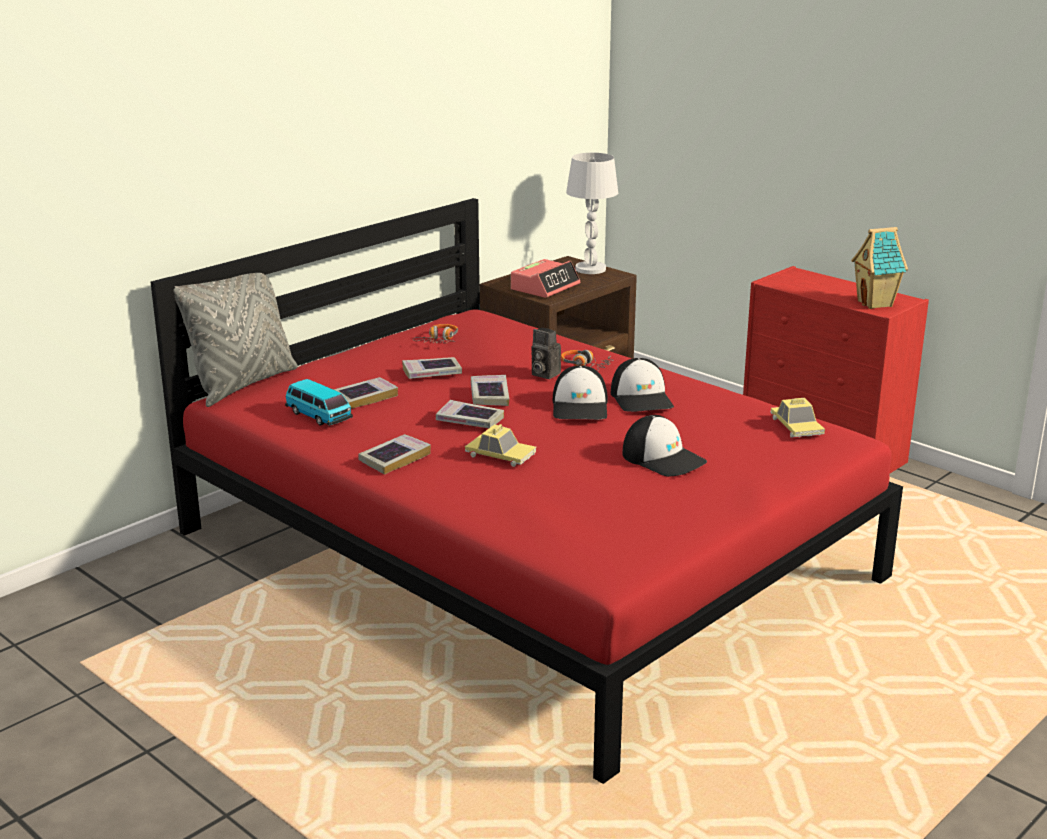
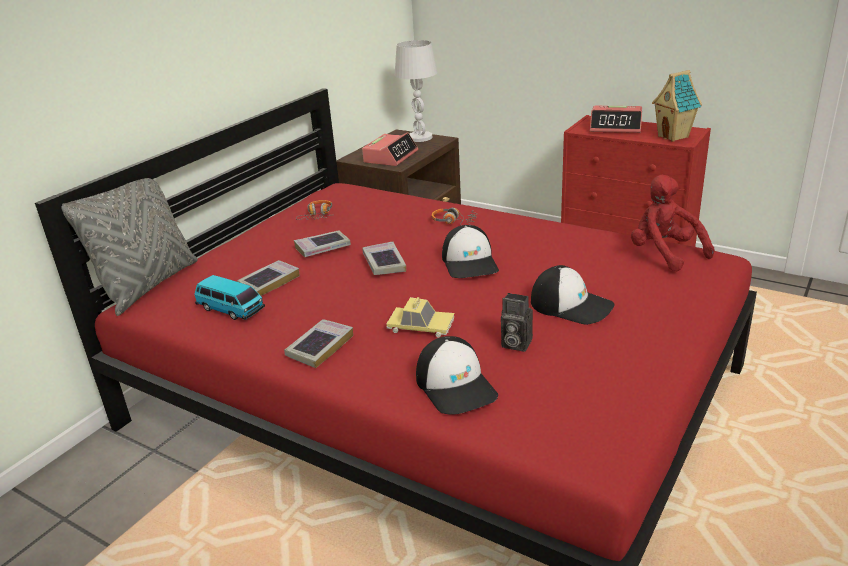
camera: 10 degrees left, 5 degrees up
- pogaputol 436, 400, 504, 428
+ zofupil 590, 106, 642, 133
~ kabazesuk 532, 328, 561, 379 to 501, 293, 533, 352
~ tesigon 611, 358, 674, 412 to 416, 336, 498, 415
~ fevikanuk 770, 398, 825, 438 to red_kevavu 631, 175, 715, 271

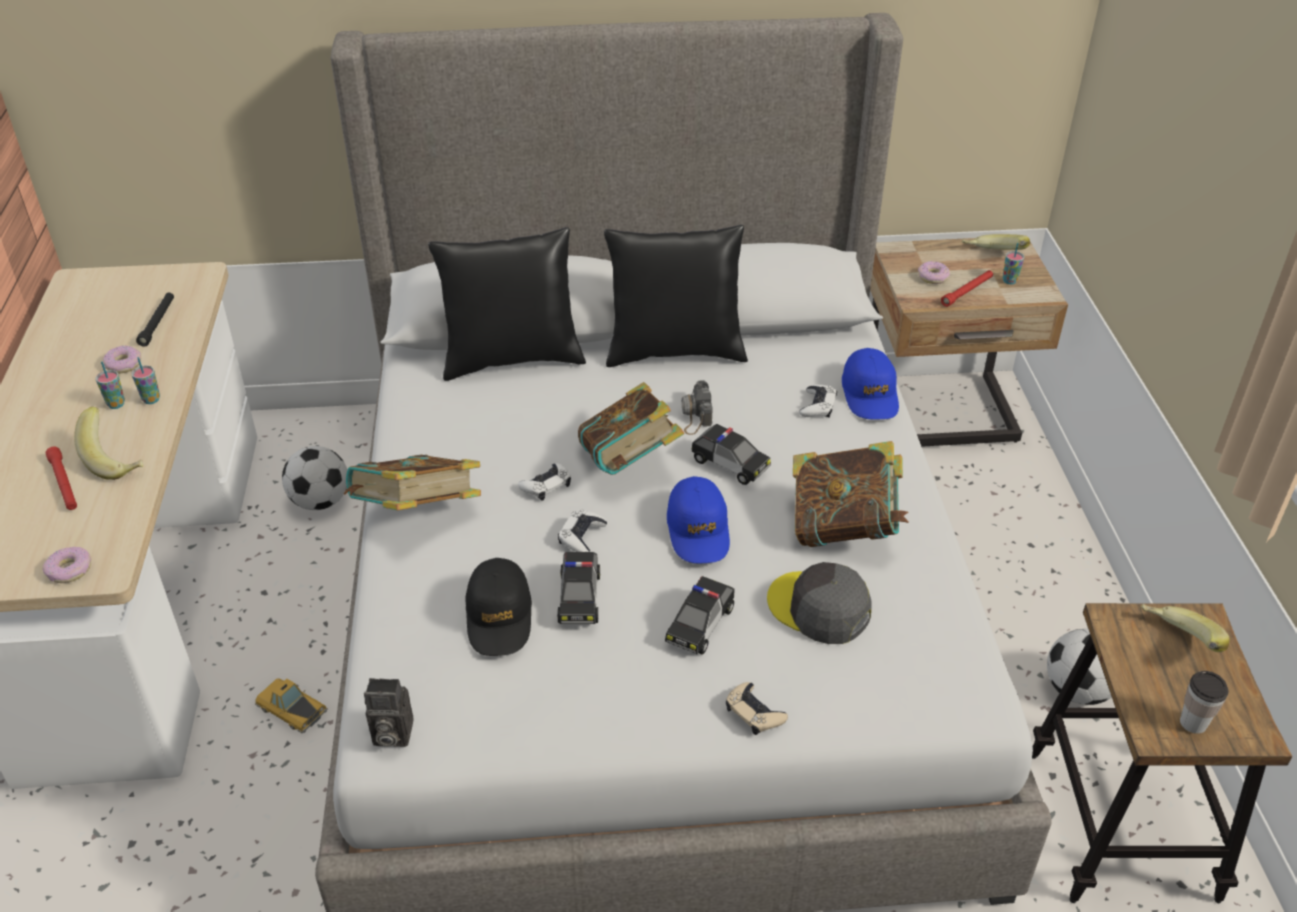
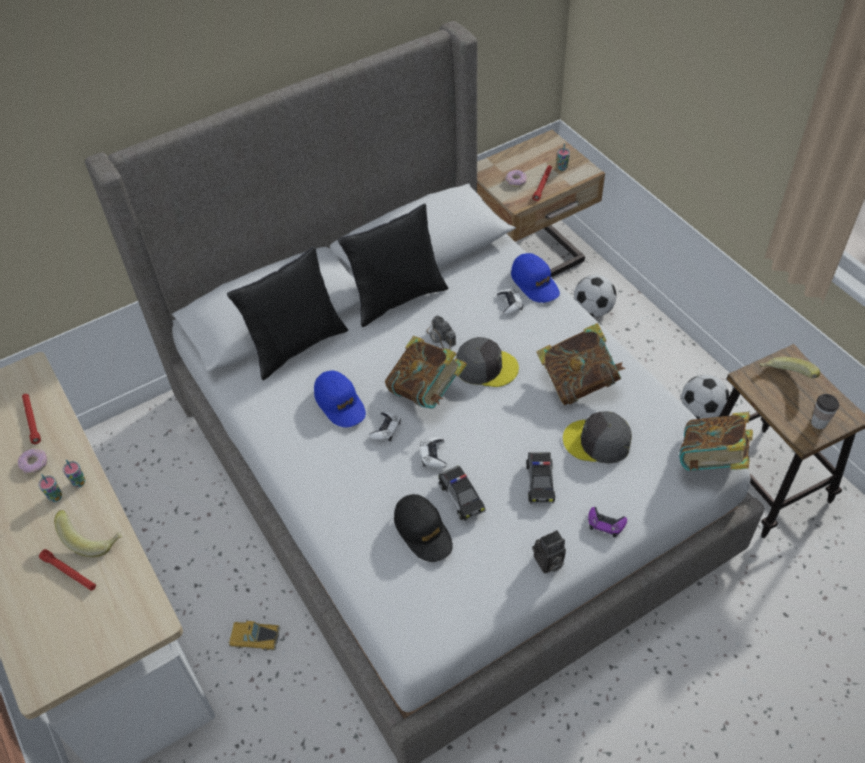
camera: 25 degrees left, 10 degrees up
- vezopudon 43, 547, 91, 583
- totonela 962, 234, 1030, 250
~ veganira 282, 446, 347, 510 to 574, 275, 616, 317
~ pogaputol 344, 455, 481, 510 to 679, 412, 753, 471
~ kabazesuk 364, 678, 414, 747 to 532, 530, 566, 574
~ blue_tesigon 667, 476, 730, 563 to 314, 371, 366, 427
~ fevikanuk 691, 424, 771, 485 to grey_tesigon 456, 337, 519, 387
~ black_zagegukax 136, 292, 174, 347 to red_zagegukax 22, 394, 41, 444
~ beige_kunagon 726, 682, 788, 735 to purple_kunagon 588, 507, 627, 537

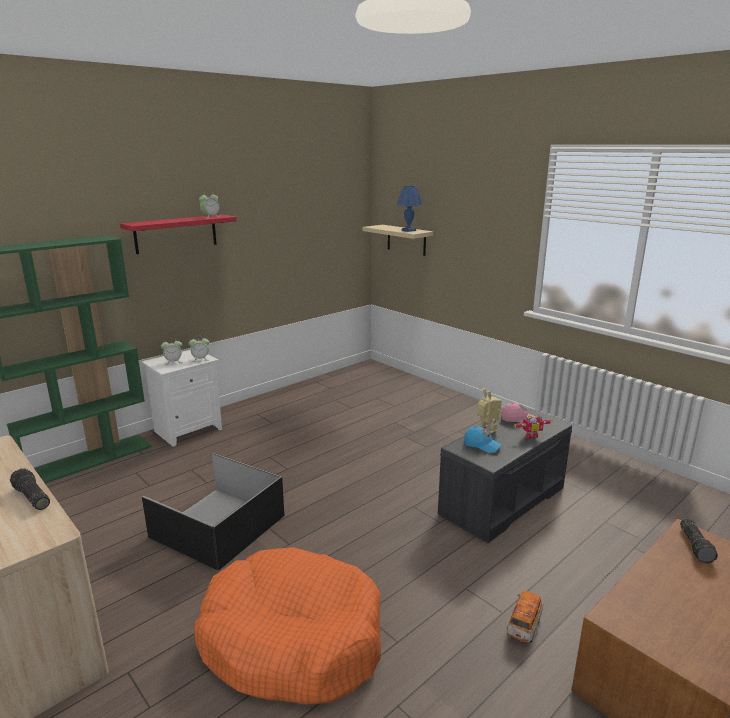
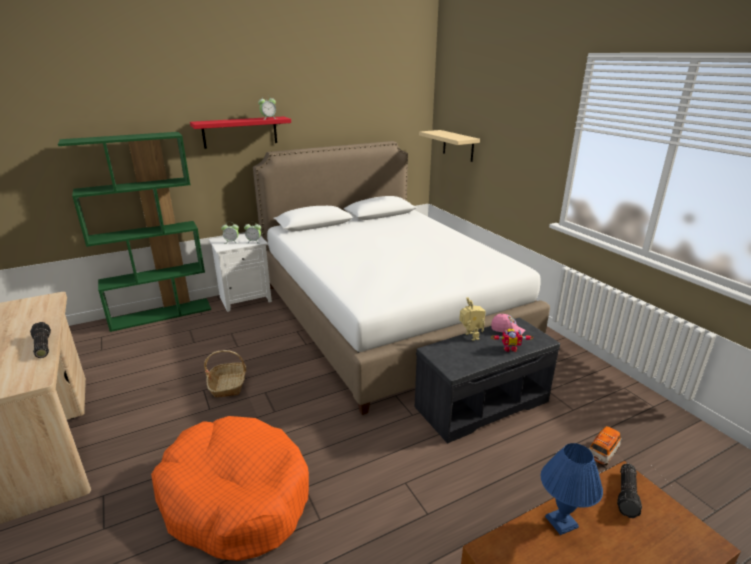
camera: 15 degrees right, 5 degrees up
- blue_tesigon 464, 426, 502, 453
+ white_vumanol 253, 141, 550, 415
~ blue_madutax 396, 186, 423, 232 to 541, 443, 603, 535
~ fevikanuk 506, 591, 544, 643 to 589, 426, 622, 465
~ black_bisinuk 142, 453, 285, 570 to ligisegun 204, 350, 246, 398

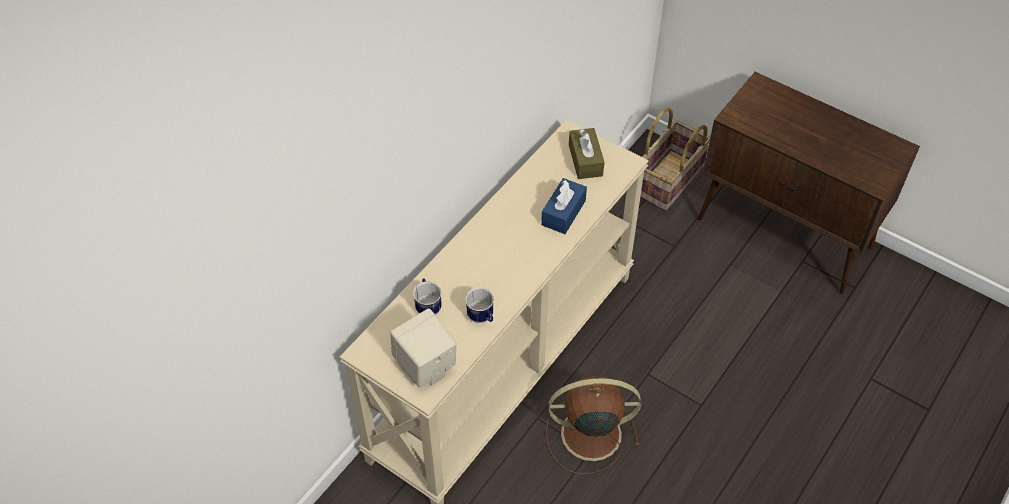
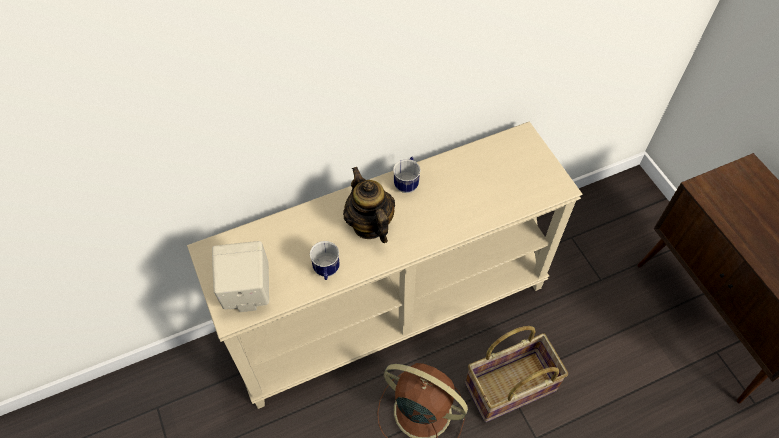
camera: 30 degrees right, 5 degrees up
- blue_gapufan 541, 178, 587, 234
- brown_gapufan 569, 128, 604, 179
+ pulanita 343, 167, 395, 243
~ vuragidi 413, 278, 442, 315 to 393, 157, 421, 193
~ ligisegun 640, 108, 710, 211 to 465, 326, 568, 422

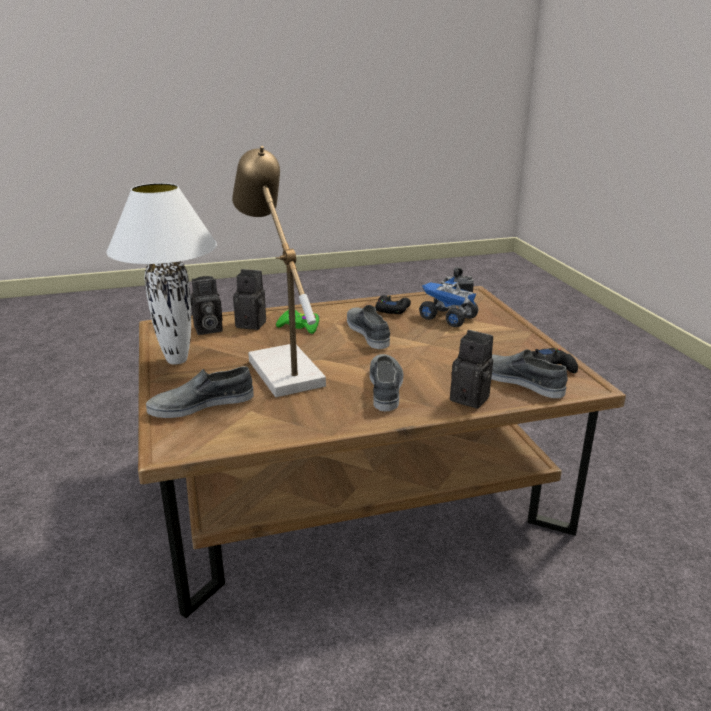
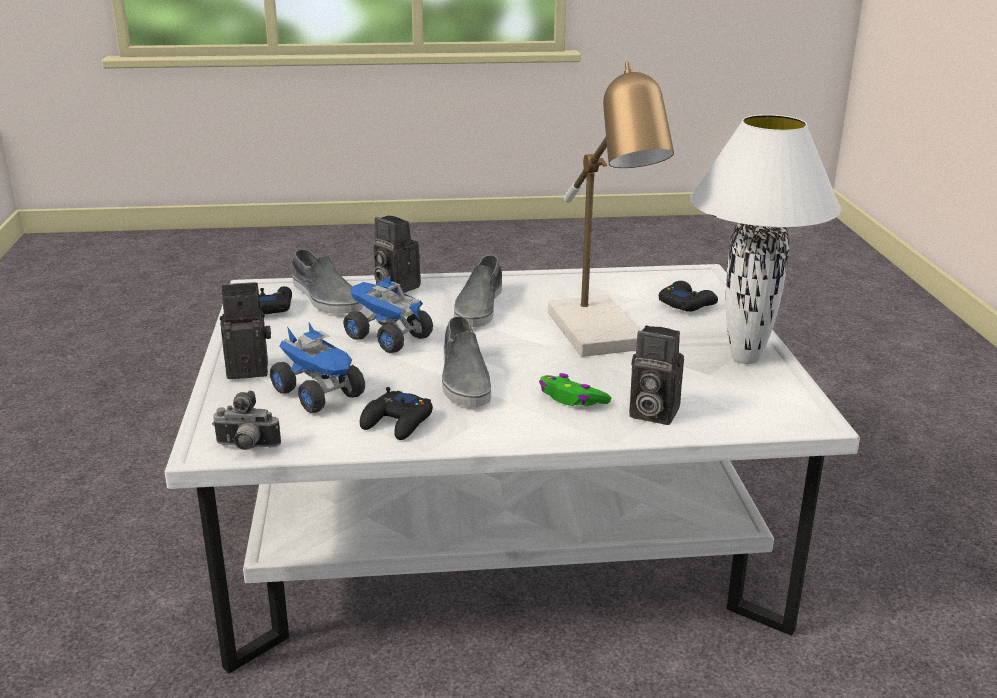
camera: 170 degrees left, 0 degrees up
+ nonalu 343, 275, 433, 353
~ kabazesuk 190, 276, 223, 335 to 220, 282, 271, 379
~ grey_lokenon 146, 366, 254, 418 to black_kunagon 659, 281, 718, 312
~ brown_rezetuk 138, 286, 626, 618 to white_rezetuk 165, 264, 860, 674

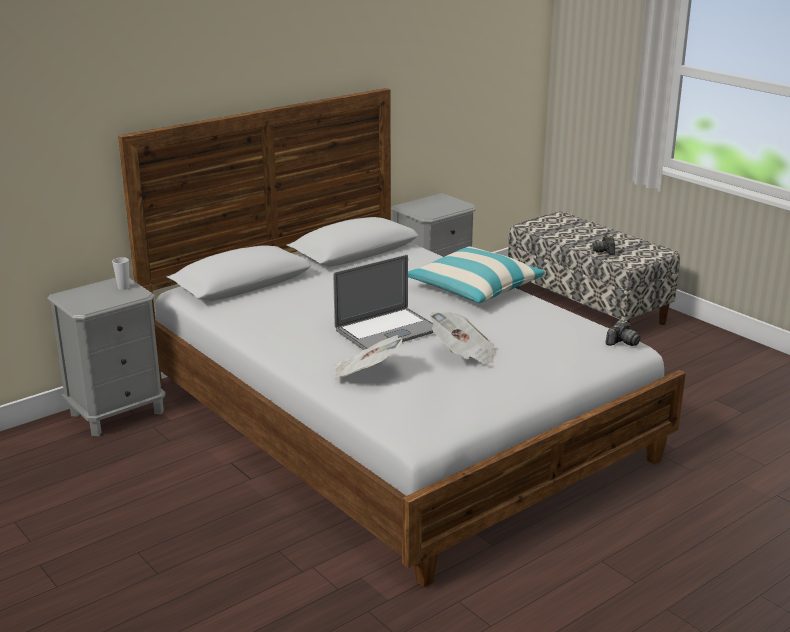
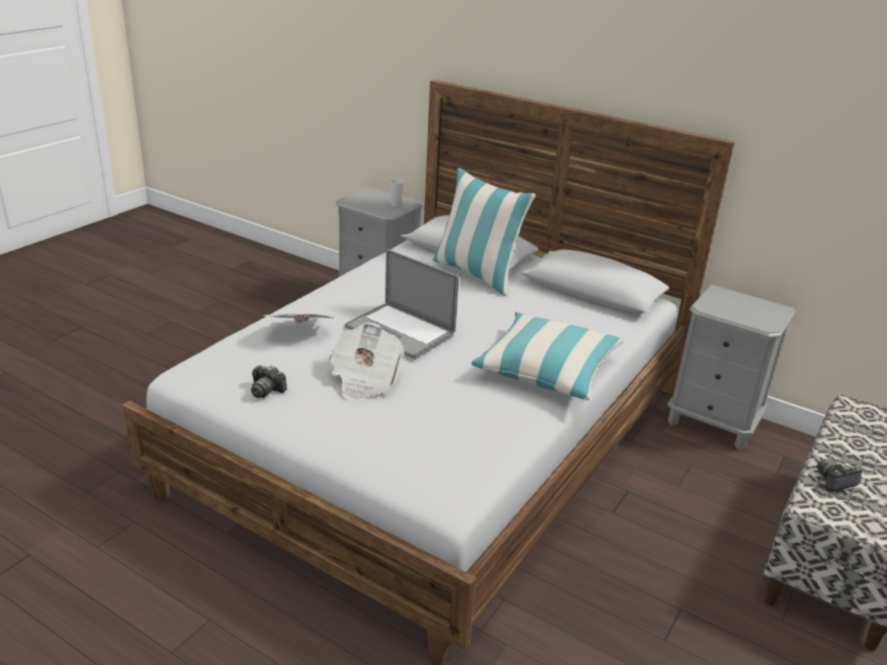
camera: 70 degrees right, 5 degrees up
+ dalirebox 433, 168, 536, 296
~ kabazesuk 606, 320, 641, 346 to 251, 365, 287, 398

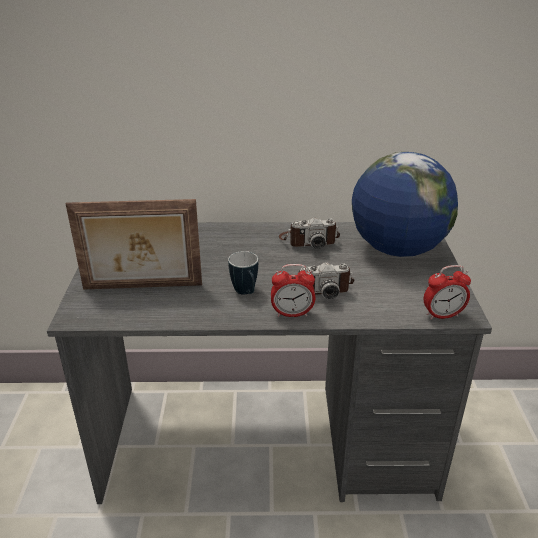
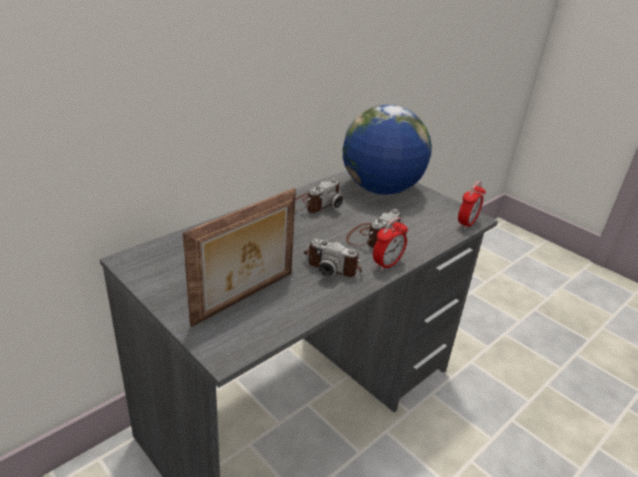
camera: 45 degrees left, 0 degrees up
~ vuragidi 228, 251, 258, 295 to kabazesuk 303, 238, 362, 277

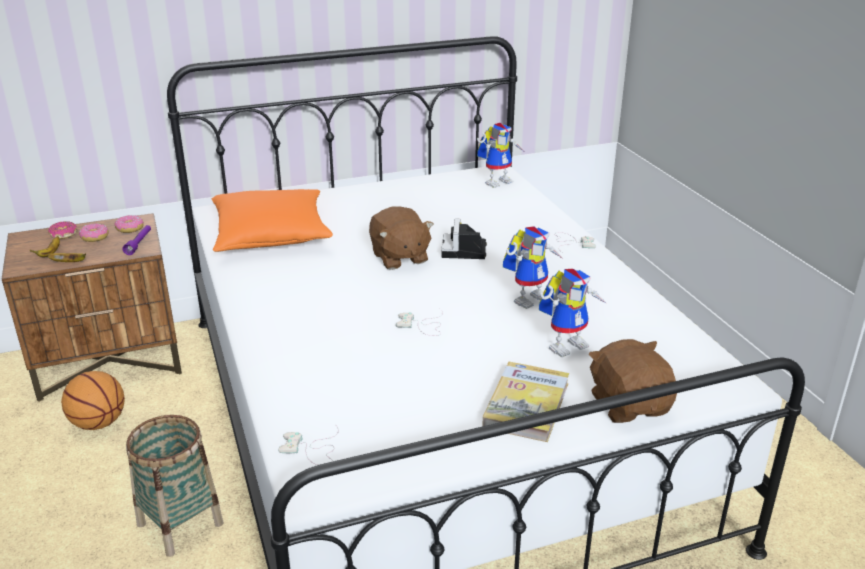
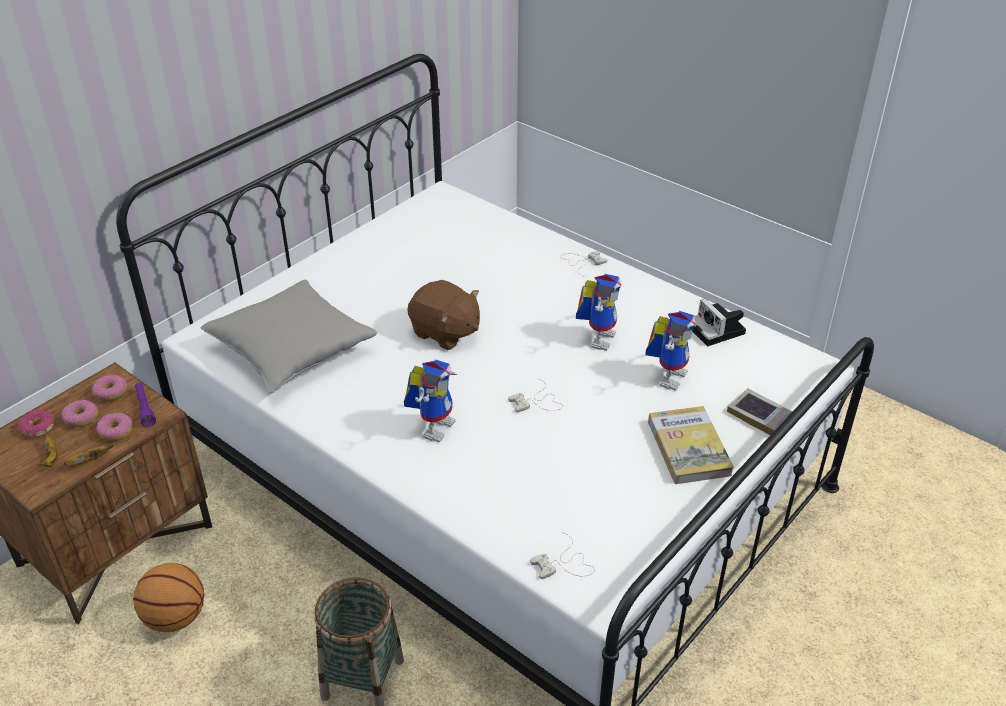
camera: 30 degrees left, 10 degrees up
+ vezopudon 96, 413, 133, 441
~ kabazesuk 441, 219, 487, 259 to 692, 299, 746, 346
~ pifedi 477, 123, 525, 188 to 404, 359, 458, 443
~ brown_kevavu 589, 339, 677, 423 to pogaputol 727, 388, 792, 435
~ orange_dalirebox 212, 189, 333, 252 to grey_dalirebox 201, 280, 377, 394

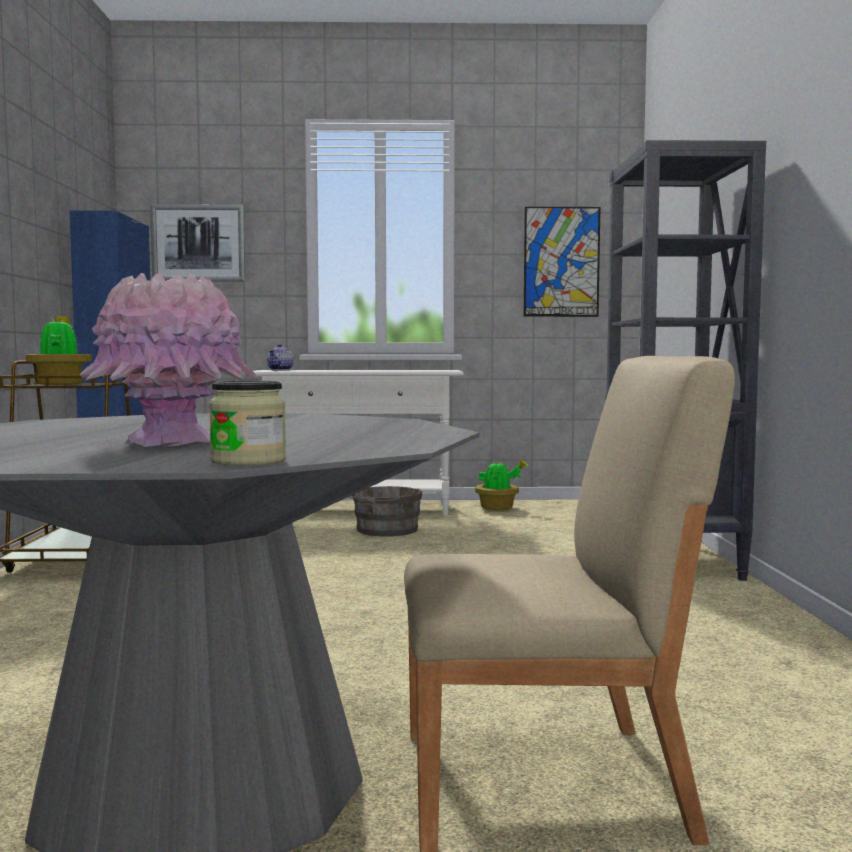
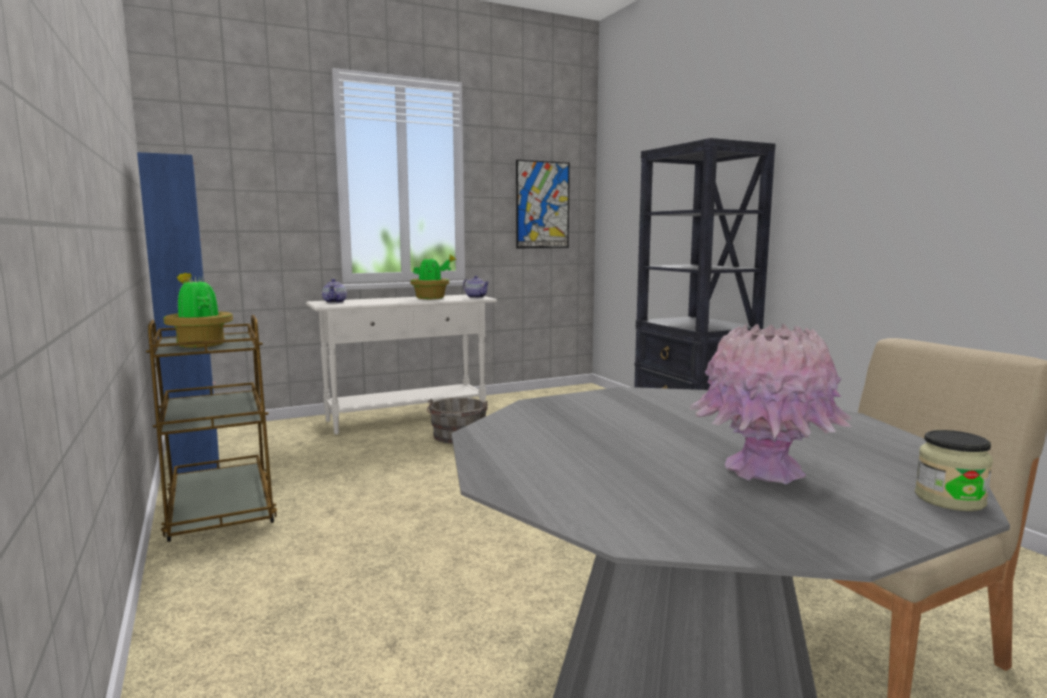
camera: 25 degrees left, 5 degrees up
- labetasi 150, 204, 245, 282
+ pulanita 463, 276, 489, 298
~ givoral 475, 459, 528, 510 to 410, 254, 457, 299

